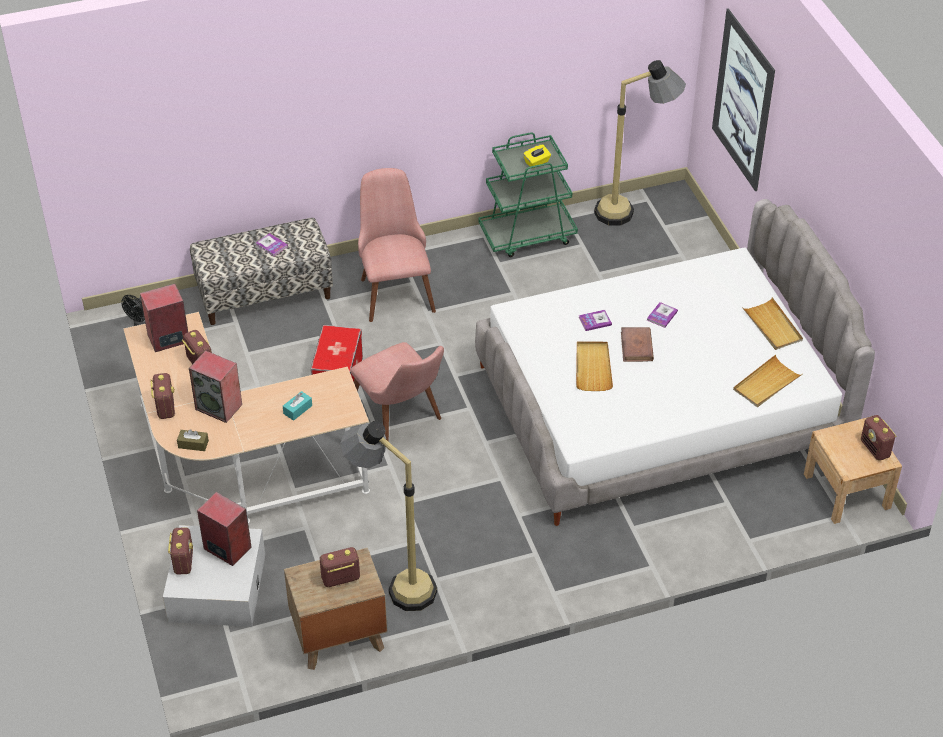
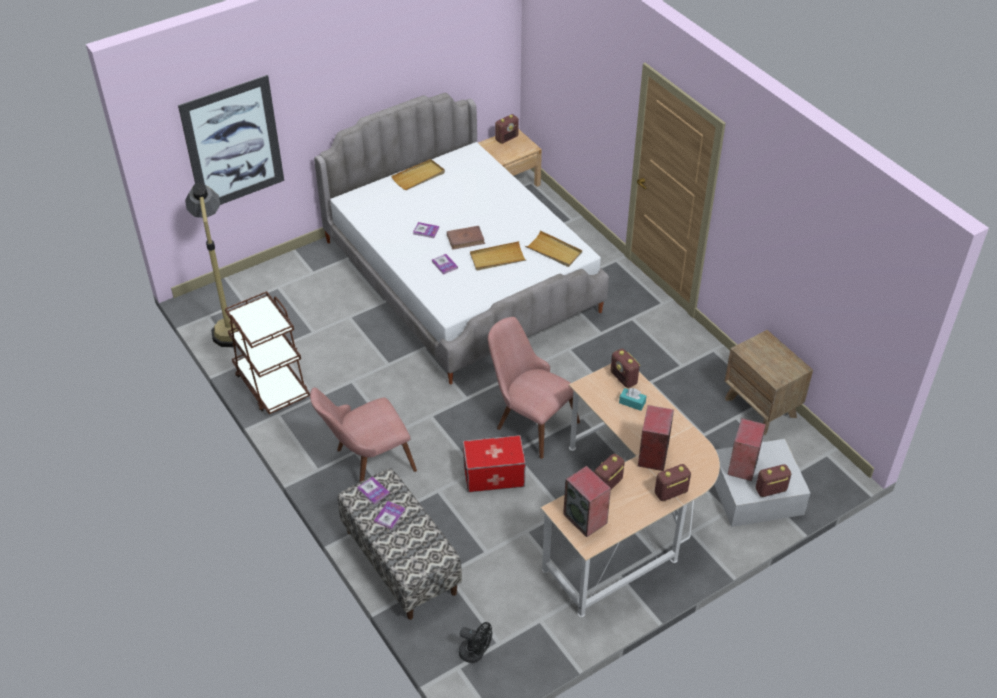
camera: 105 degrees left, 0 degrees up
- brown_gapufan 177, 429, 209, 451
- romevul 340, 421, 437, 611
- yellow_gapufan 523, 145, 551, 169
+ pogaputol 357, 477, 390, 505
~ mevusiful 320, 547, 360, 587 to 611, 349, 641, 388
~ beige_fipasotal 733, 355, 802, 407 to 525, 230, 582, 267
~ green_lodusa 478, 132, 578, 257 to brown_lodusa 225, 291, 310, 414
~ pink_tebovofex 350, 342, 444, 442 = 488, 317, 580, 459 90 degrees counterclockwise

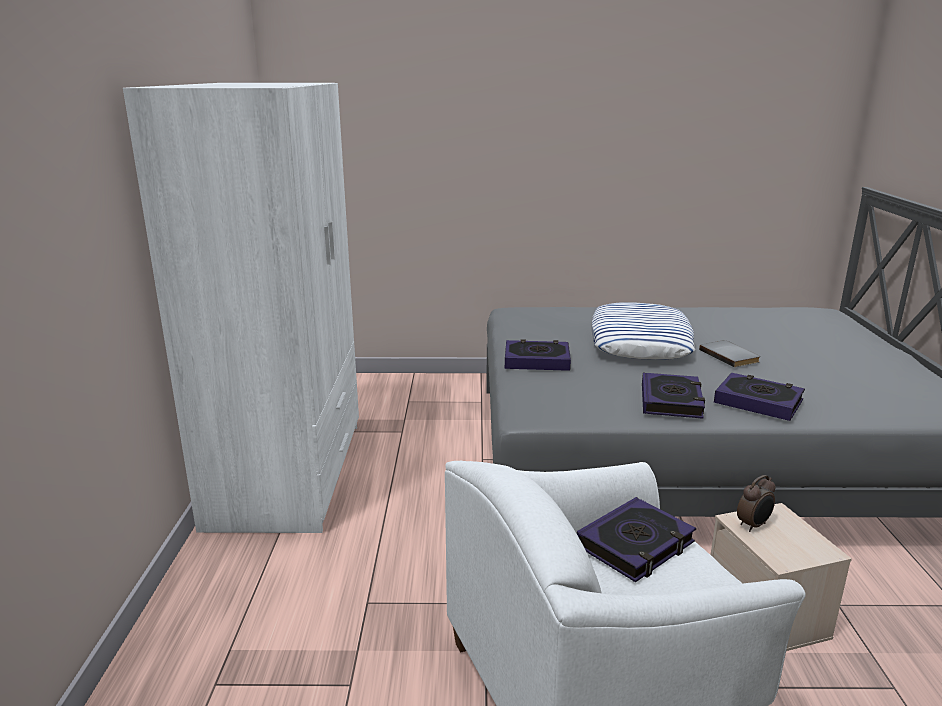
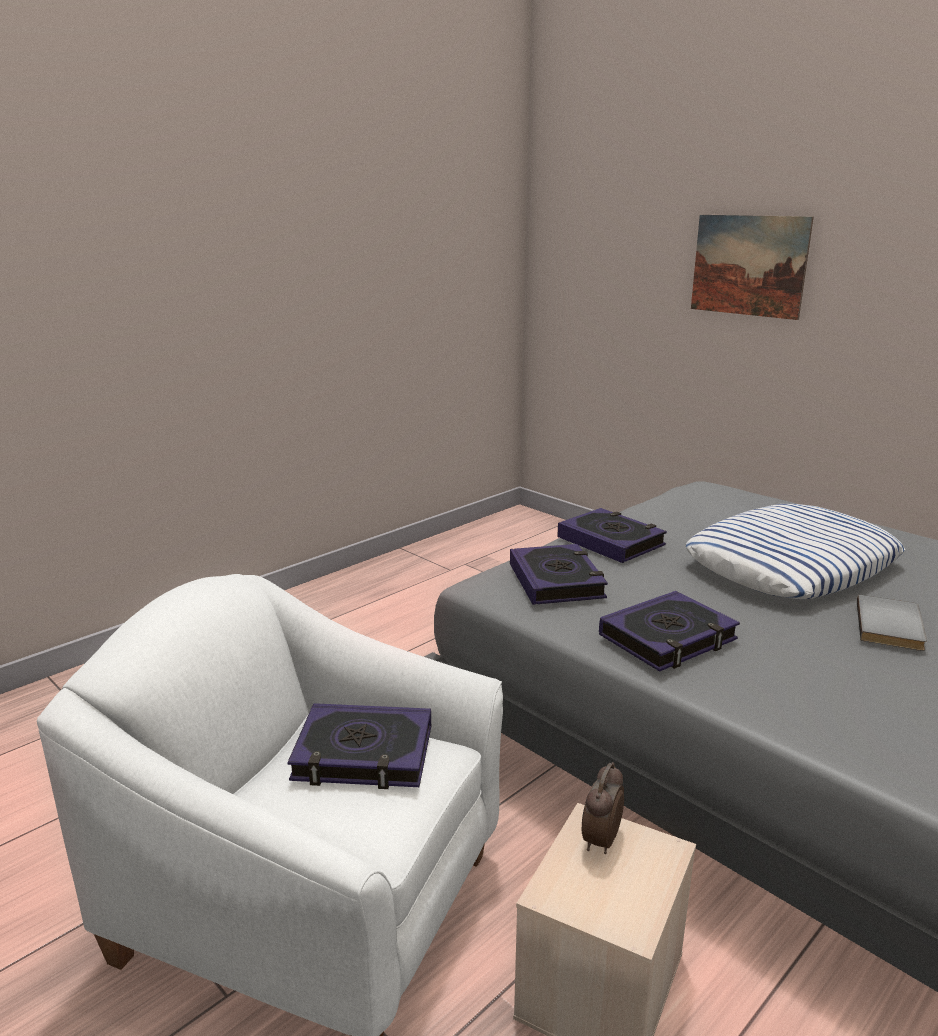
camera: 45 degrees right, 0 degrees up
- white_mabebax 123, 83, 359, 533
+ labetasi 691, 215, 814, 320
~ pogaputol 714, 373, 805, 421 to 510, 544, 608, 605
~ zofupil 737, 475, 775, 532 = 582, 762, 624, 854 105 degrees clockwise

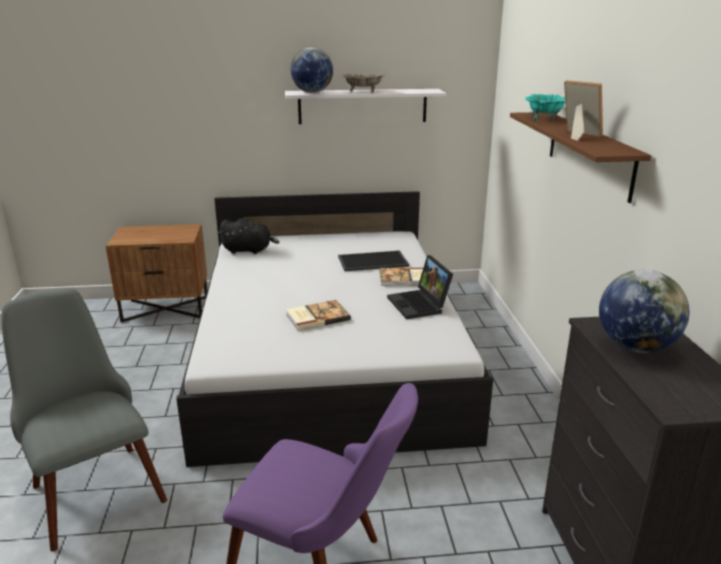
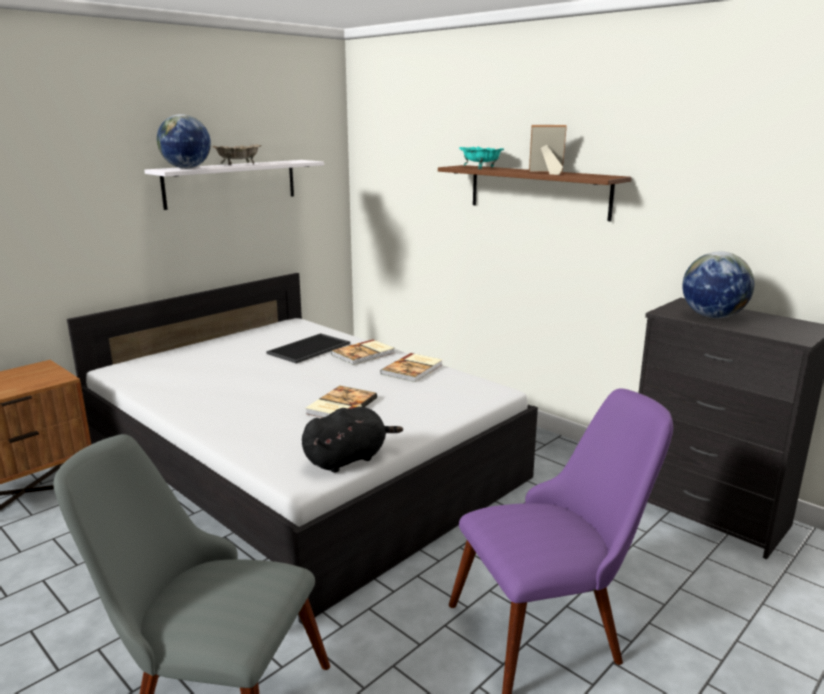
camera: 40 degrees left, 5 degrees down
~ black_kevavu 219, 218, 279, 254 to 302, 407, 403, 473
~ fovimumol 387, 255, 453, 319 to pogaputol 381, 353, 443, 382

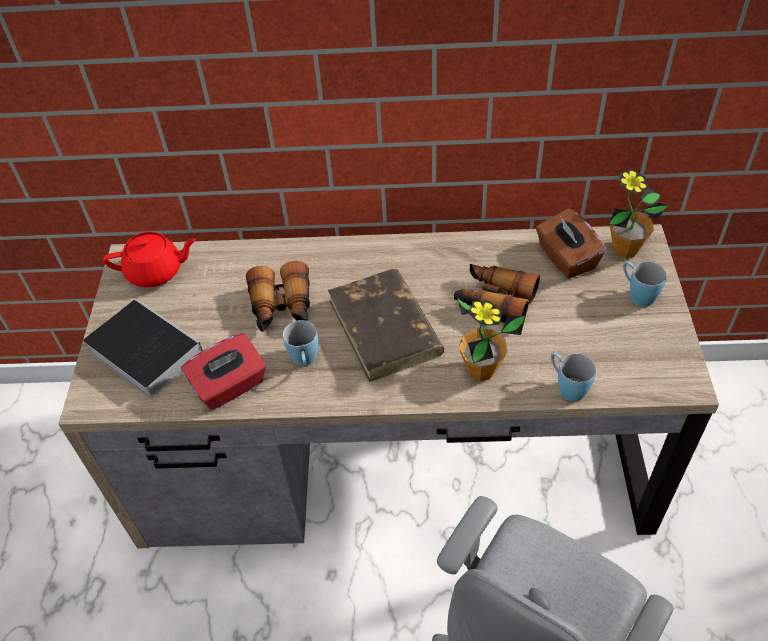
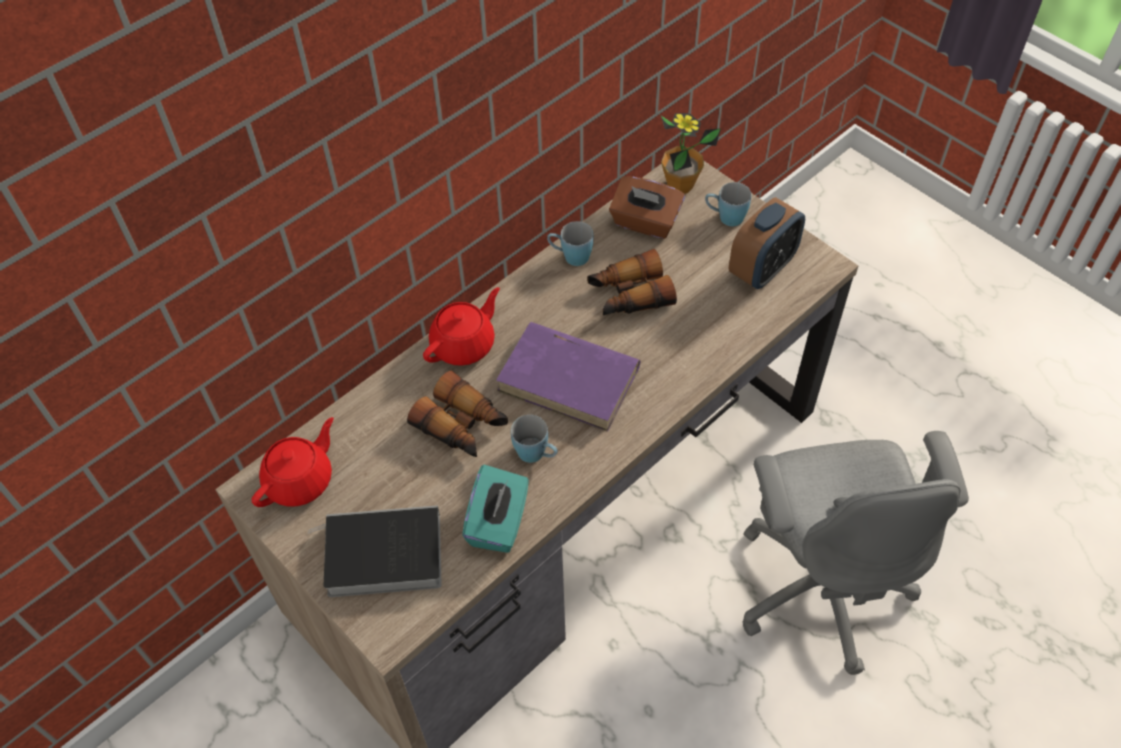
camera: 45 degrees left, 5 degrees up
- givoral 457, 298, 526, 381
+ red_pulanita 423, 287, 500, 366
+ zofupil 729, 197, 805, 289
~ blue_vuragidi 551, 352, 596, 401 to 547, 221, 593, 266
~ red_gapufan 181, 333, 266, 410 to turquoise_gapufan 462, 465, 529, 553
~ brown_pogaputol 328, 269, 444, 382 to purple_pogaputol 496, 322, 640, 432

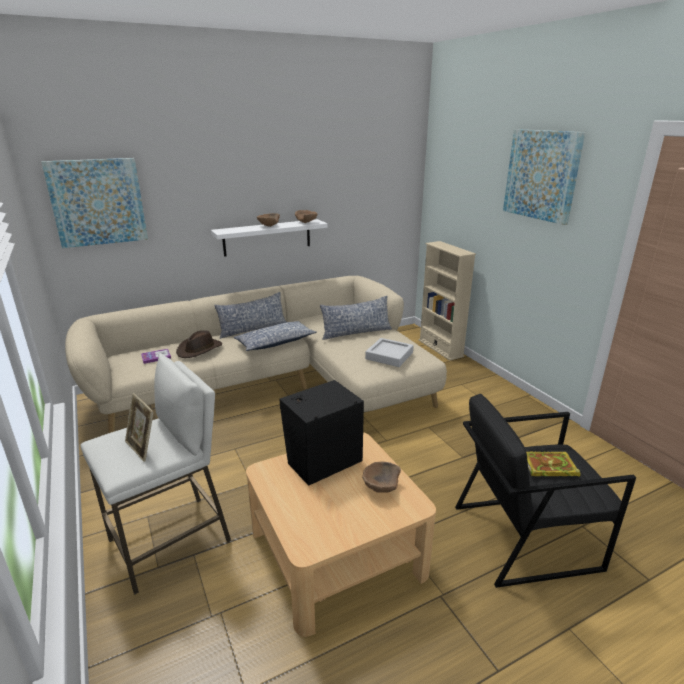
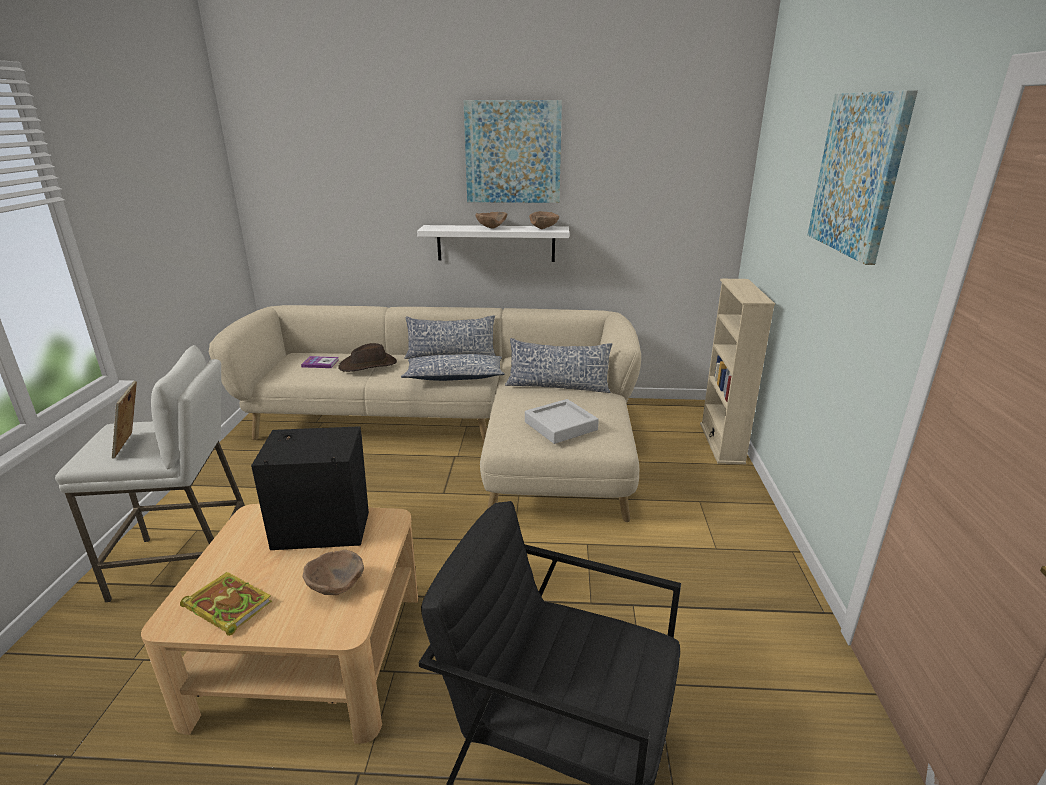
camera: 30 degrees right, 0 degrees up
~ labetasi 41, 158, 148, 248 to 464, 100, 562, 203
~ pogaputol 526, 451, 581, 477 to 180, 572, 272, 636

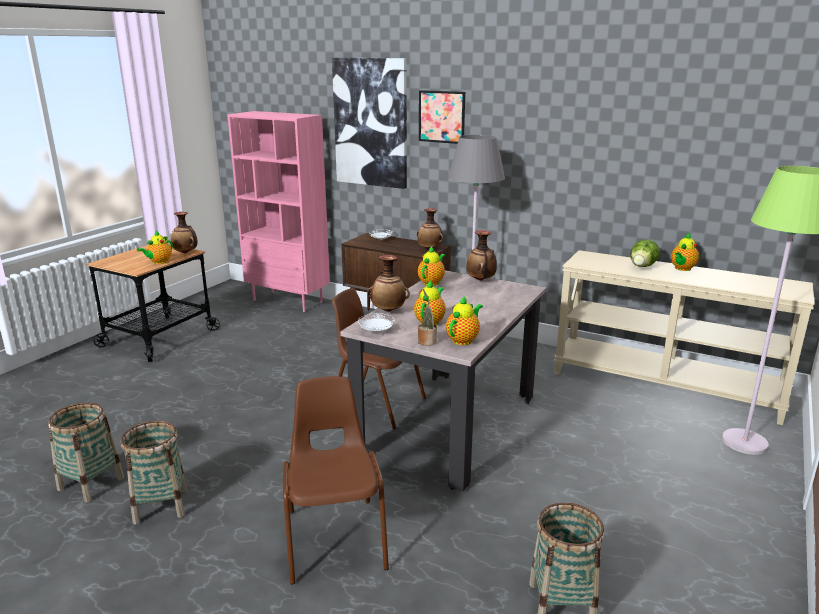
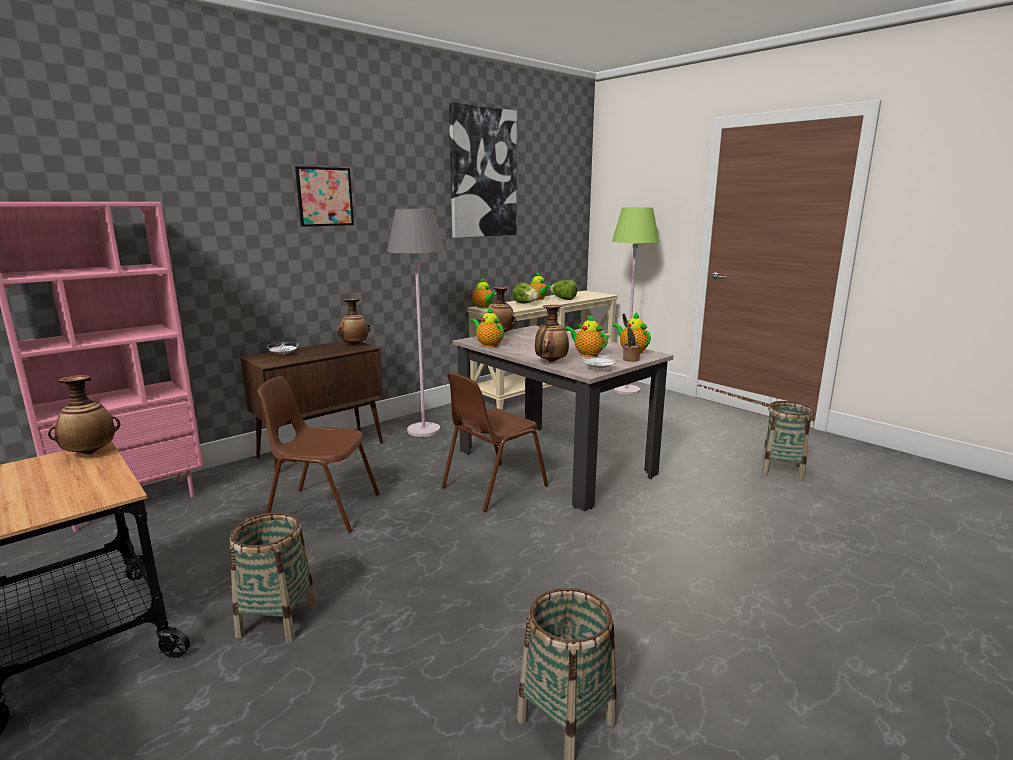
camera: 70 degrees left, 5 degrees down
+ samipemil 550, 280, 577, 300
~ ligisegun 121, 421, 187, 525 to 230, 513, 316, 642
~ pulanita 137, 230, 173, 264 to 472, 278, 497, 308
~ brown_tebovofex 283, 376, 389, 585 to 257, 376, 380, 533
~ labetasi 332, 58, 407, 189 to 449, 102, 517, 238

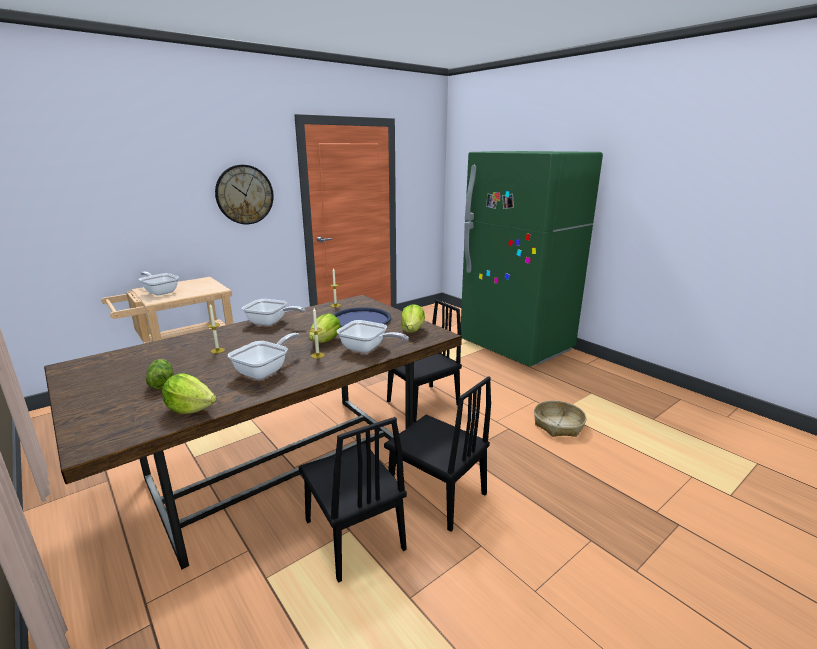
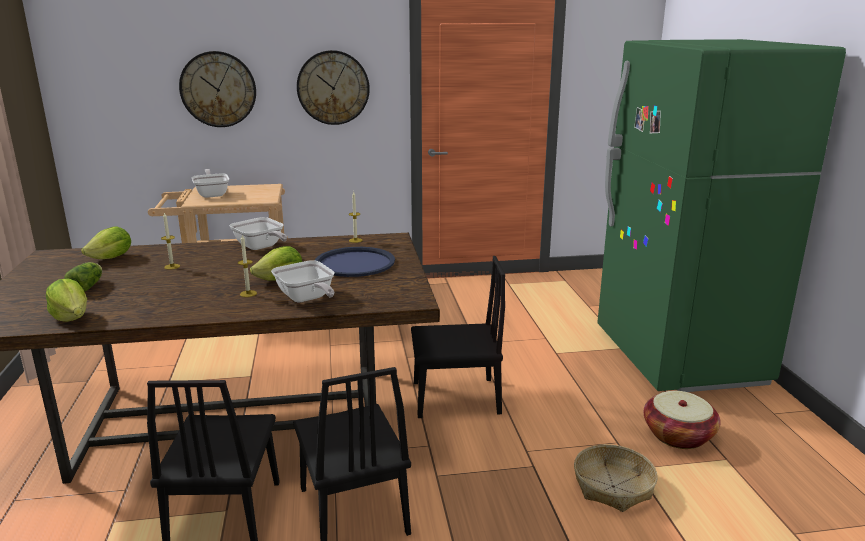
camera: 30 degrees right, 0 degrees up
- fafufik 228, 333, 300, 379
+ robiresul 179, 51, 256, 127
+ ligisegun 644, 391, 721, 449
~ samipemil 401, 304, 425, 333 to 81, 226, 131, 259

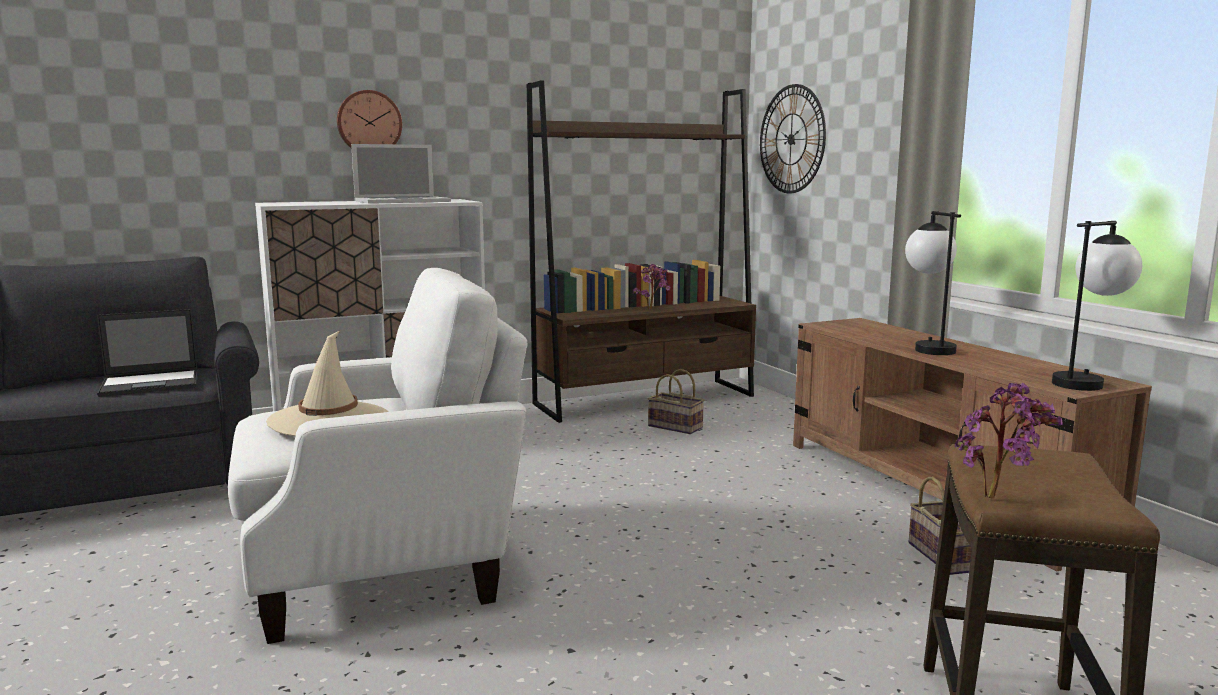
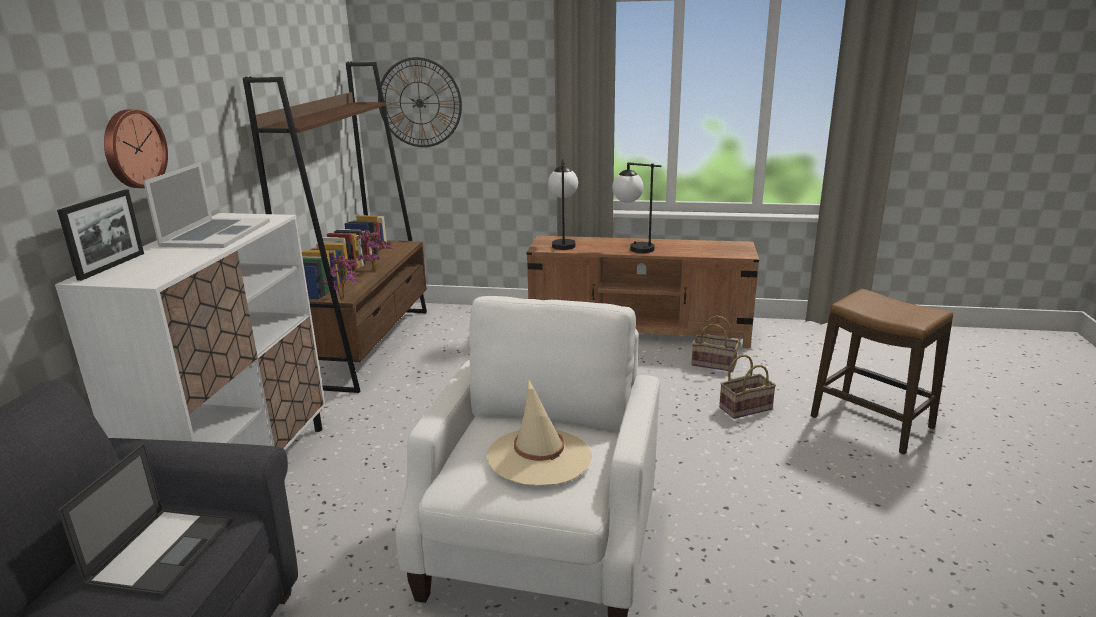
camera: 55 degrees left, 10 degrees up
+ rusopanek 57, 190, 144, 281
~ ligisegun 648, 369, 704, 434 to 719, 355, 776, 419
~ givoral 955, 383, 1063, 499 to 324, 254, 358, 299
~ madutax 1052, 221, 1142, 391 to 548, 159, 578, 250

